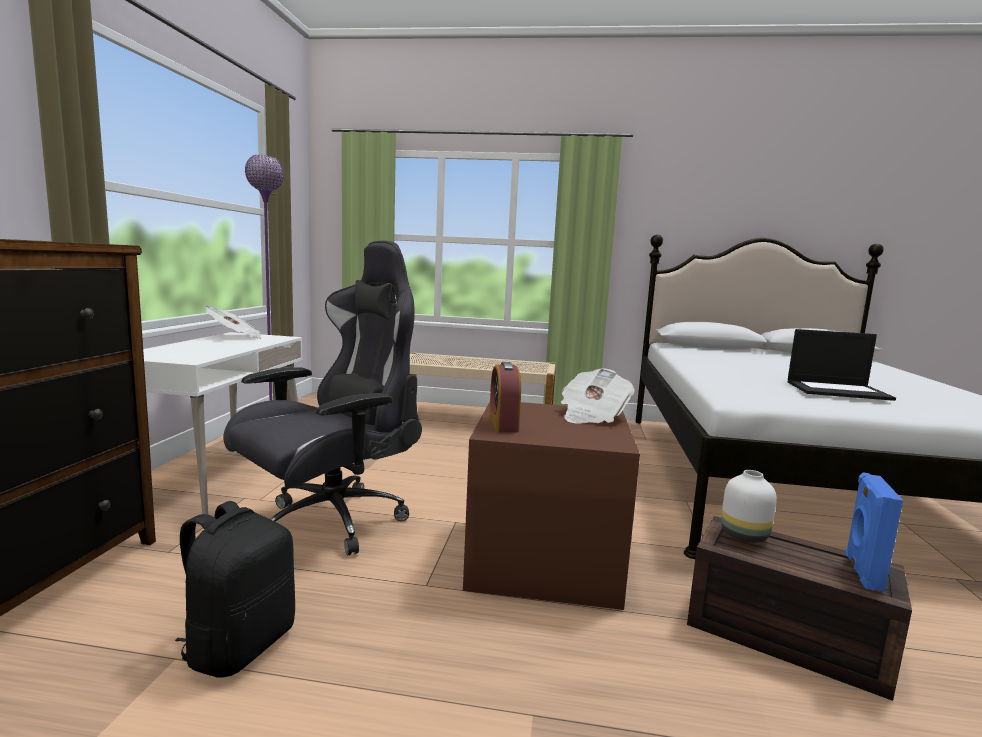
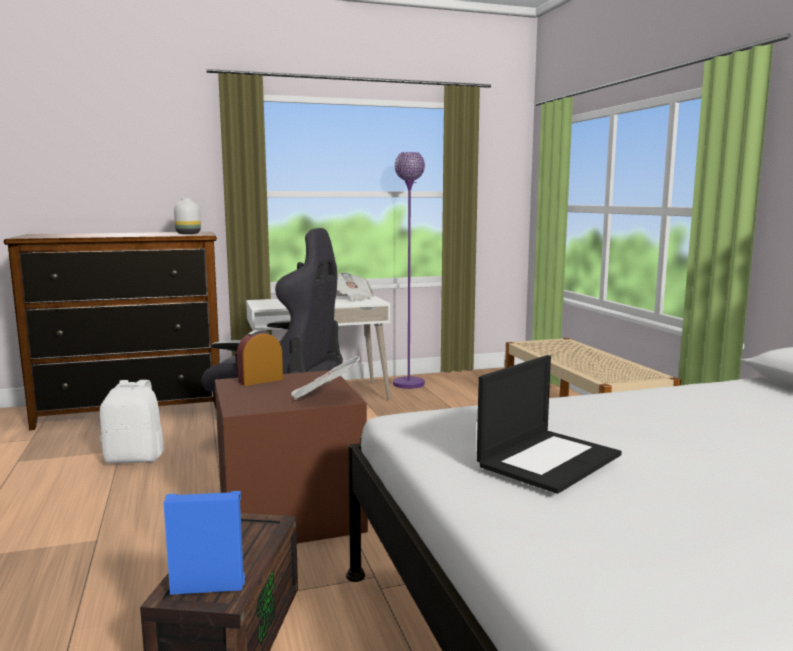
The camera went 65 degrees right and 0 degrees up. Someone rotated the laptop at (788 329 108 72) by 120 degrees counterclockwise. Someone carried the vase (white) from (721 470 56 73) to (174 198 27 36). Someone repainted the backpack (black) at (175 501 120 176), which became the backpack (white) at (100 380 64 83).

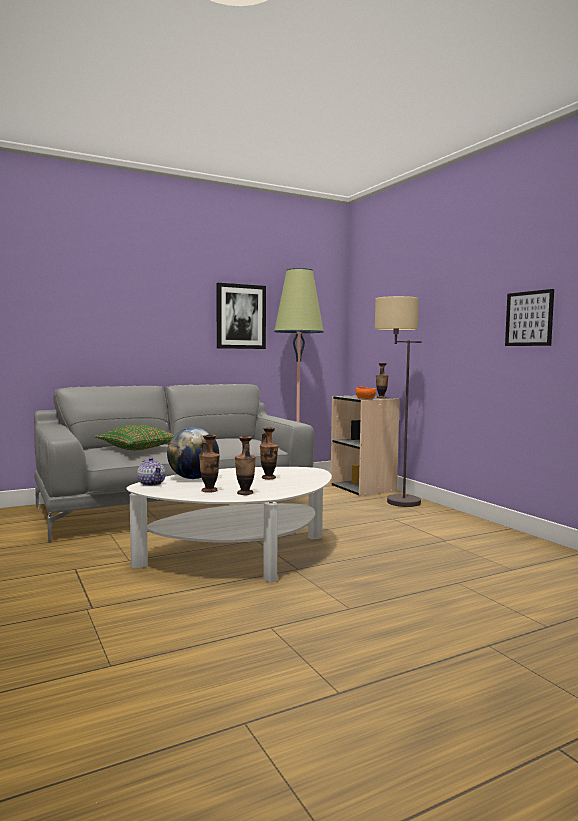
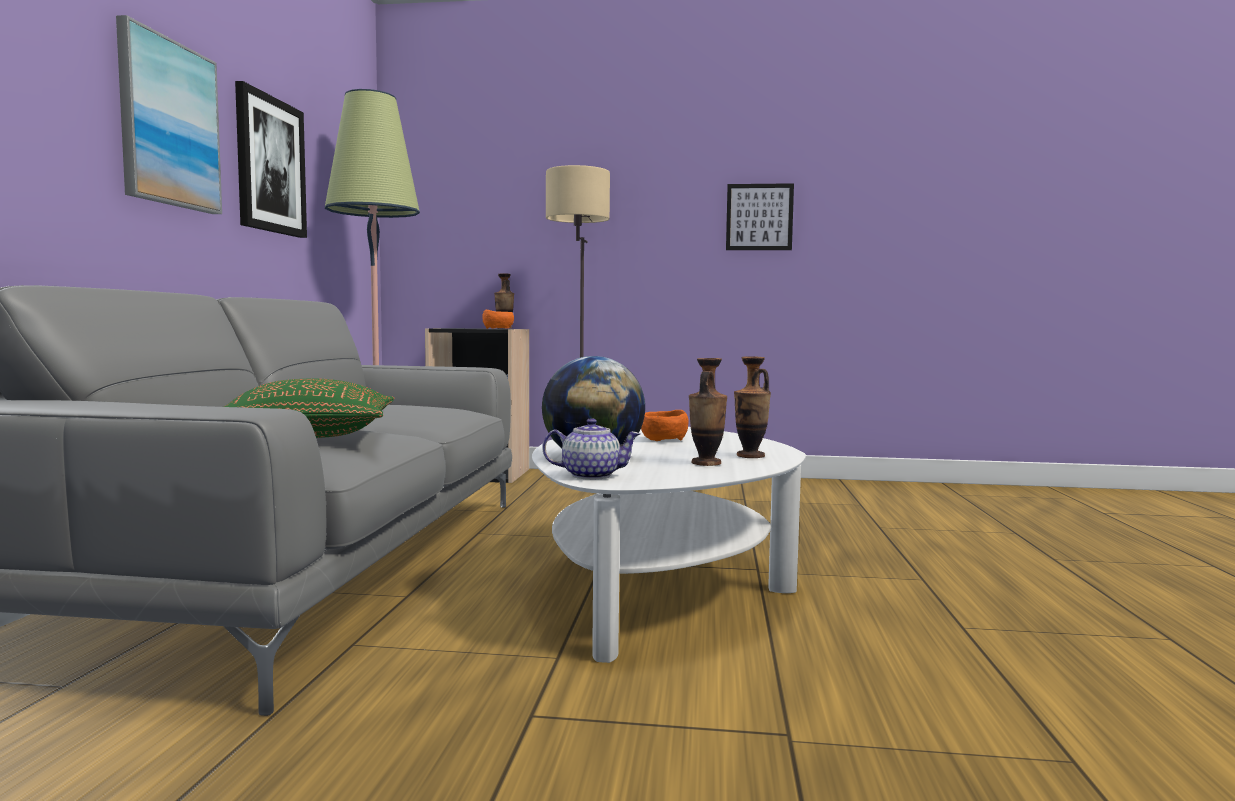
The camera went 55 degrees left and 0 degrees up. Someone swapped the vase at (260 427 18 52) for the bowl (orange) at (641 410 48 31). Someone put up the picture at (116 15 106 199).

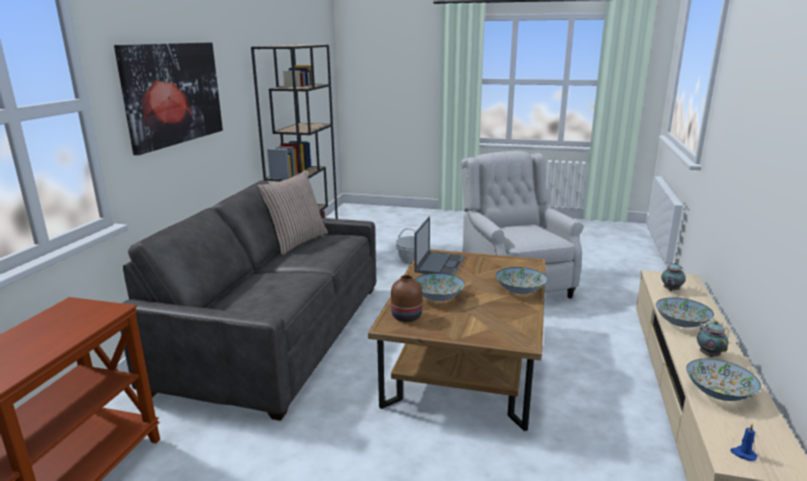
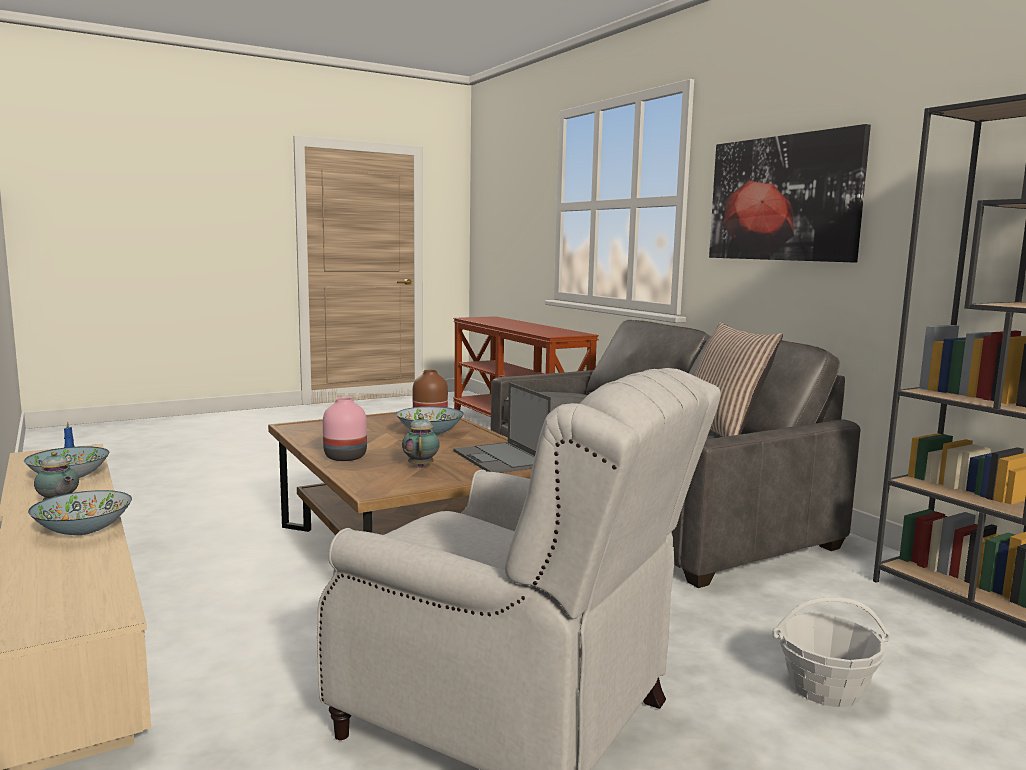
The camera went 135 degrees right and 10 degrees down. Someone carried the teapot from (661 262 25 29) to (402 415 38 53). Someone swapped the bowl at (496 267 51 27) for the vase (pink) at (323 397 44 64).

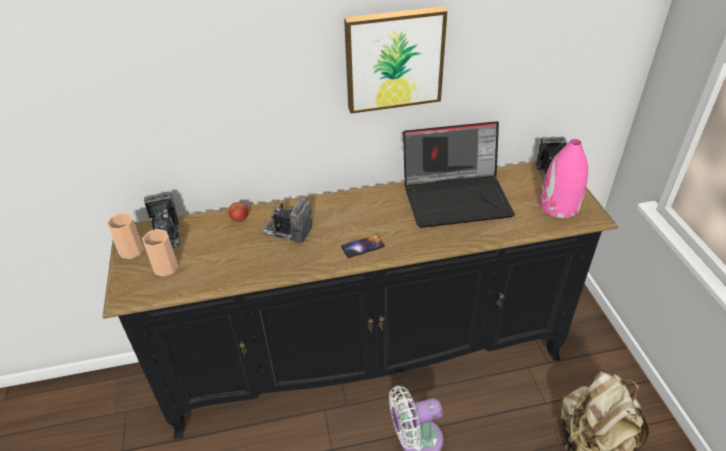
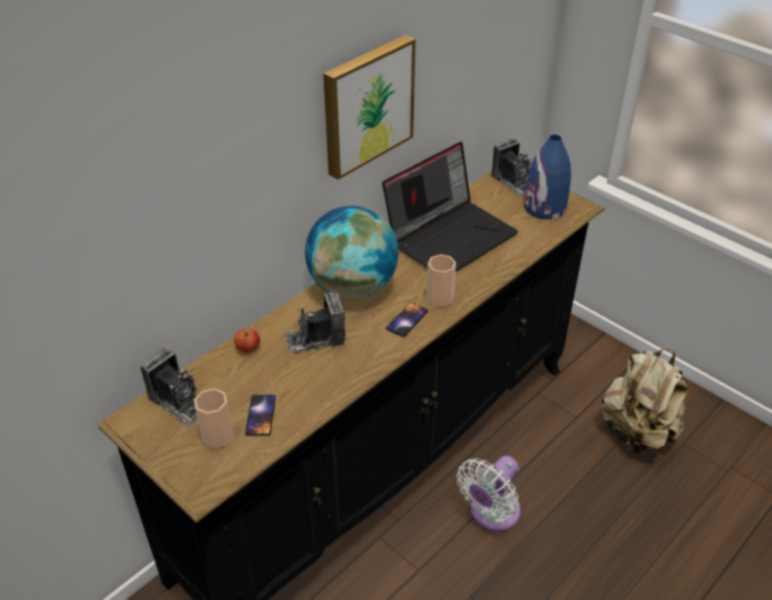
The camera went 35 degrees left and 0 degrees up. Someone repainted the vase (pink) at (539 139 49 79), which became the vase (blue) at (524 135 47 85). Someone carried the cup from (107 213 37 46) to (426 254 30 53). Someone put down the globe at (305 206 94 93). Someone put down the phone at (245 395 31 41).

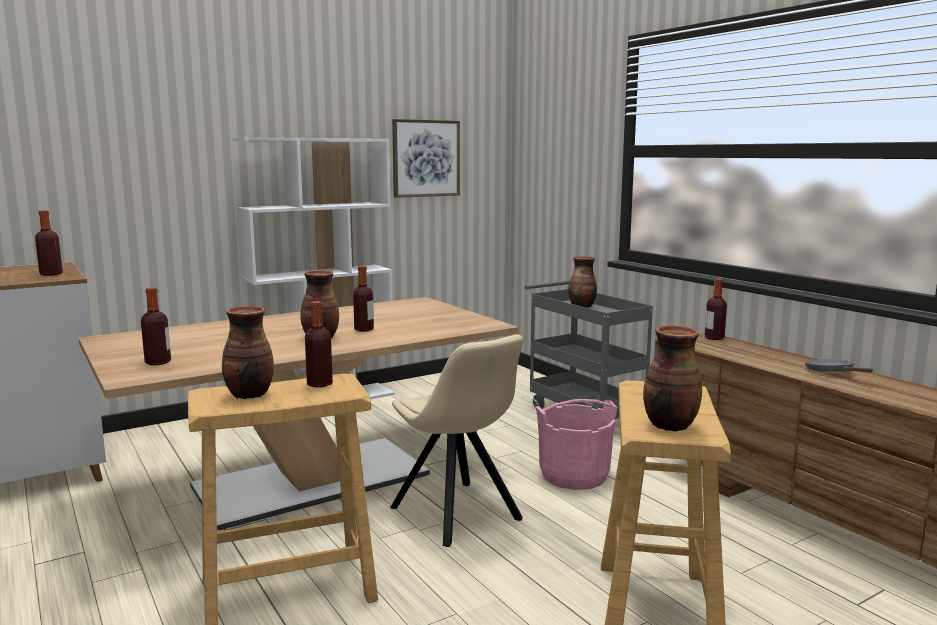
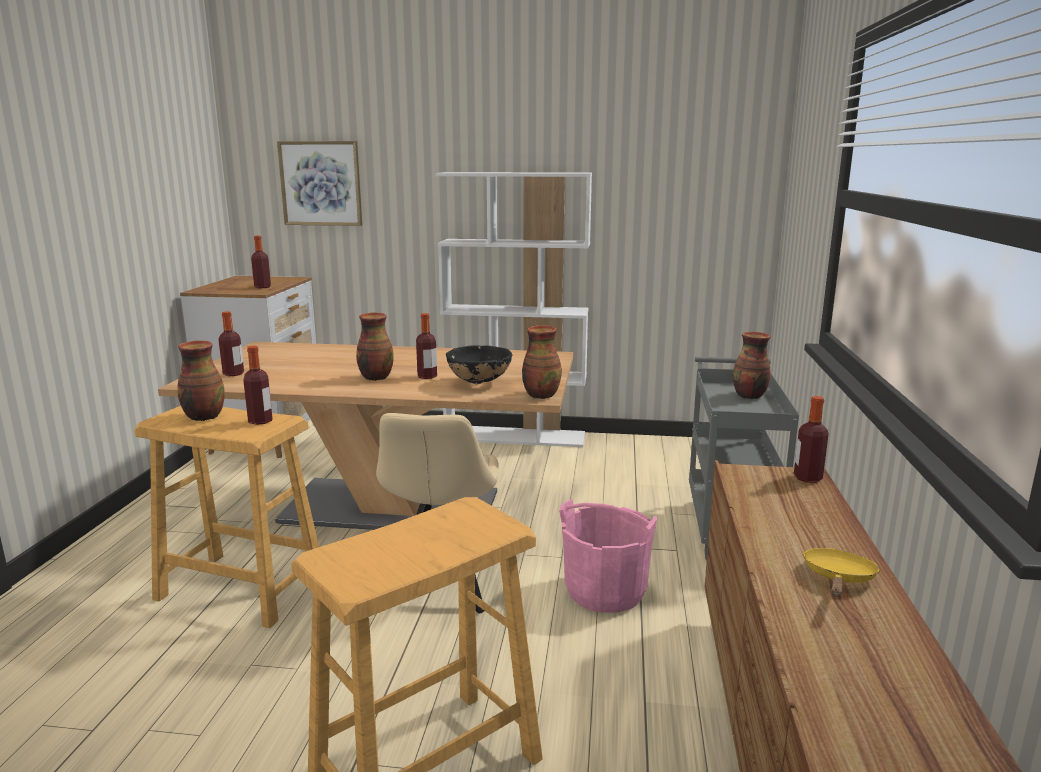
The camera went 40 degrees right and 5 degrees up. Someone carried the picture from (392 119 68 79) to (277 141 85 85). Someone carried the vase from (643 325 59 107) to (522 325 40 74). Someone repainted the frying pan (grey) at (805 360 68 12), which became the frying pan (yellow) at (802 548 79 49). Someone put down the bowl (black) at (446 345 66 39).

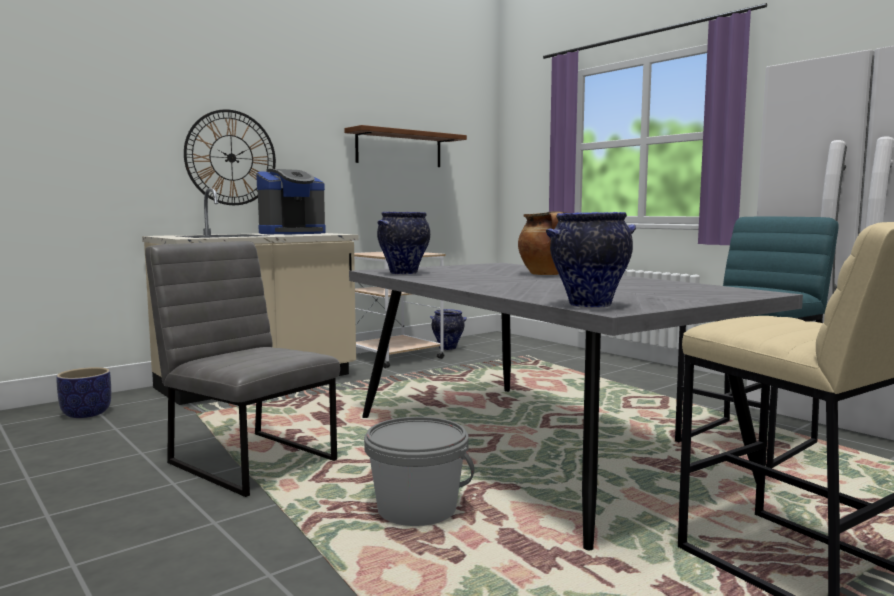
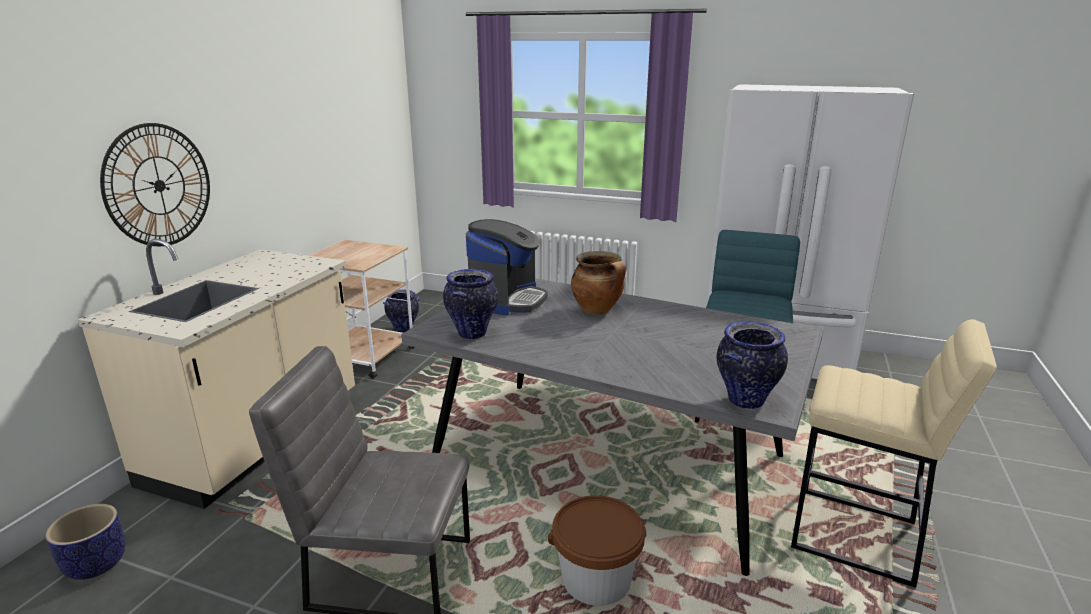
The camera went 30 degrees left and 15 degrees up. Someone took away the shelf (brown) at (344 125 123 42). Someone carried the coffee machine from (256 169 70 66) to (466 219 82 96). Someone repainted the bucket (grey) at (364 417 110 109), which became the bucket (brown) at (548 495 98 111).

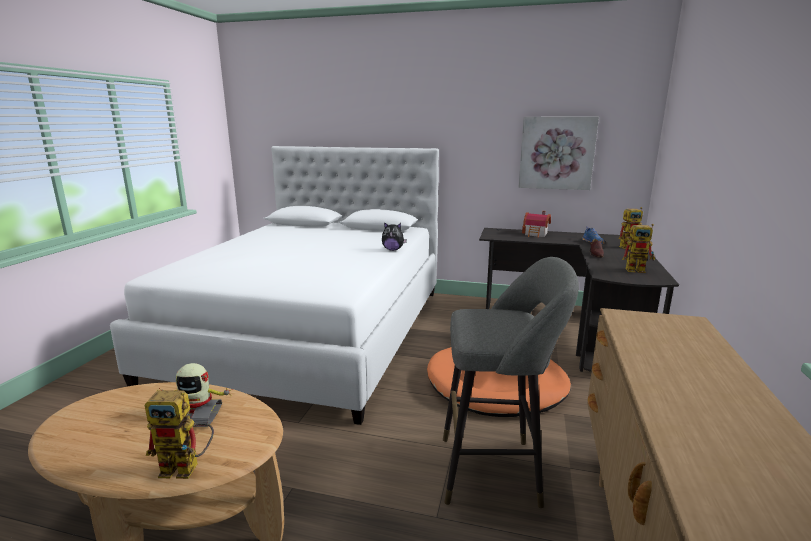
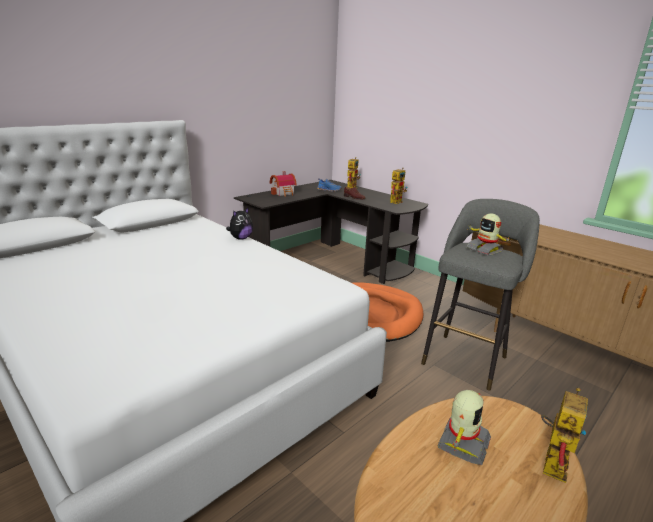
The camera went 60 degrees left and 5 degrees up. Someone took away the picture at (518 117 81 73). Someone put down the toy robot at (467 213 45 43).

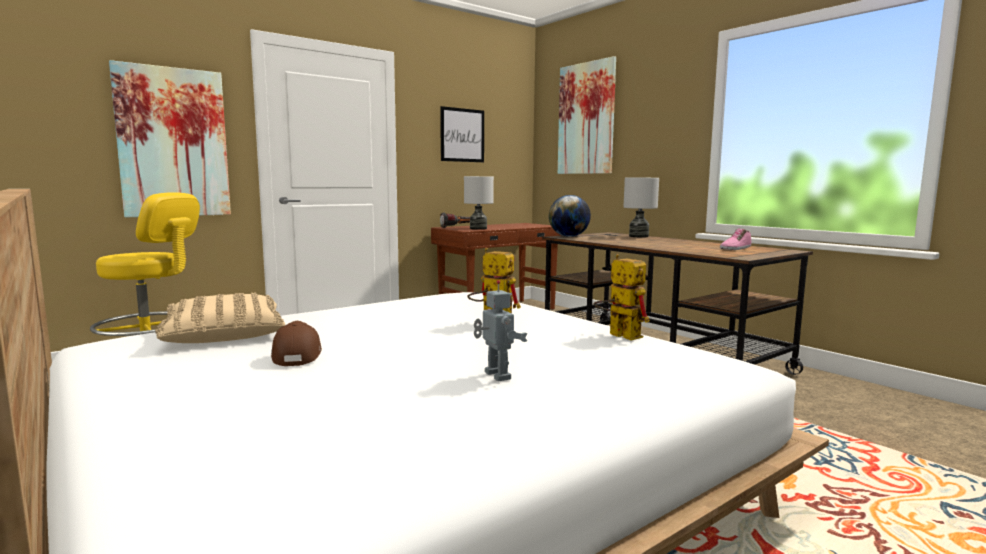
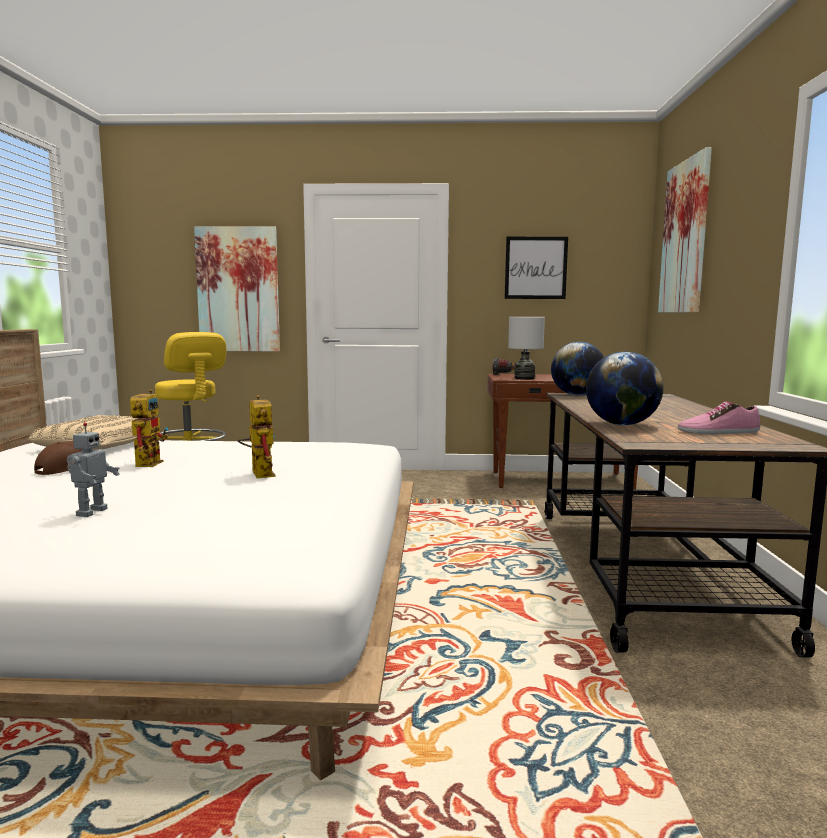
The camera went 40 degrees right and 0 degrees up. Someone took away the table lamp (grey) at (623 178 36 59). Someone carried the toy robot from (594 254 56 87) to (130 389 38 78). Someone put down the globe at (586 351 77 74).

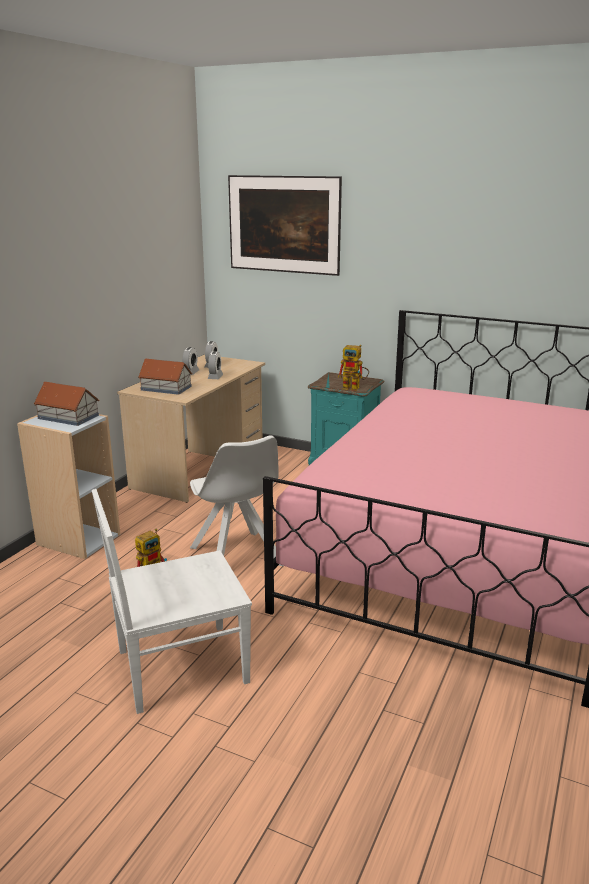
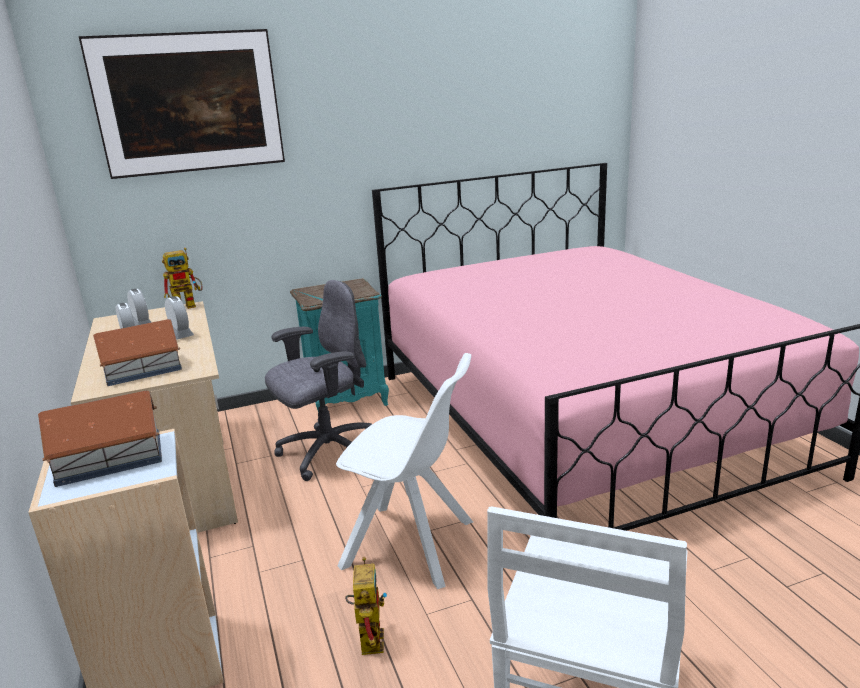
The camera went 45 degrees left and 0 degrees up. Someone carried the toy robot from (338 345 31 46) to (162 248 41 61). Someone put down the office chair (grey) at (265 280 107 201).

